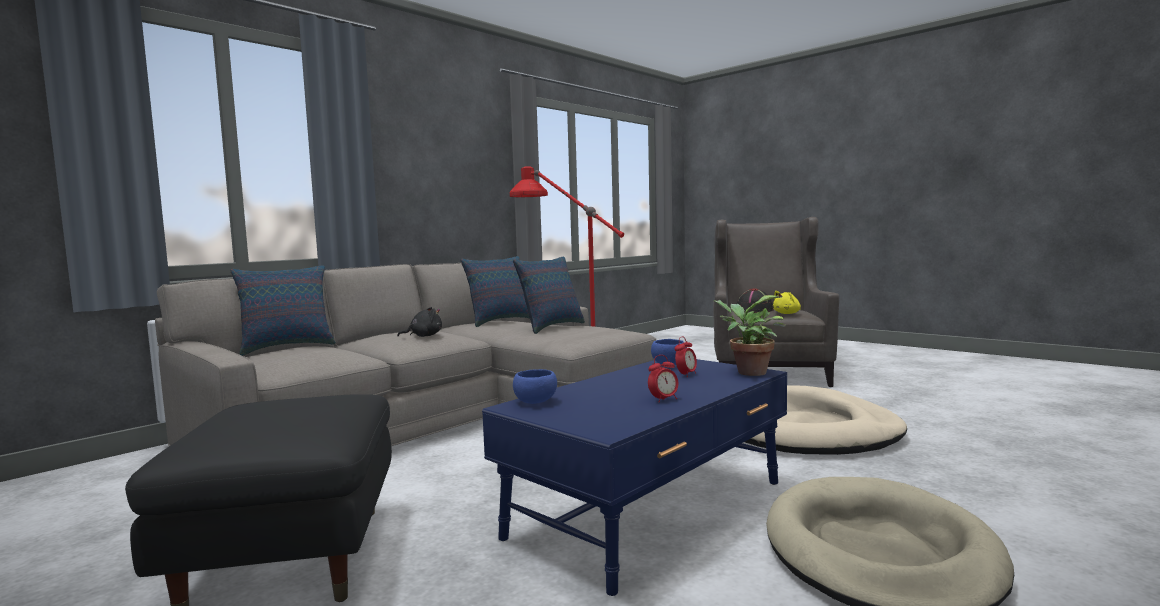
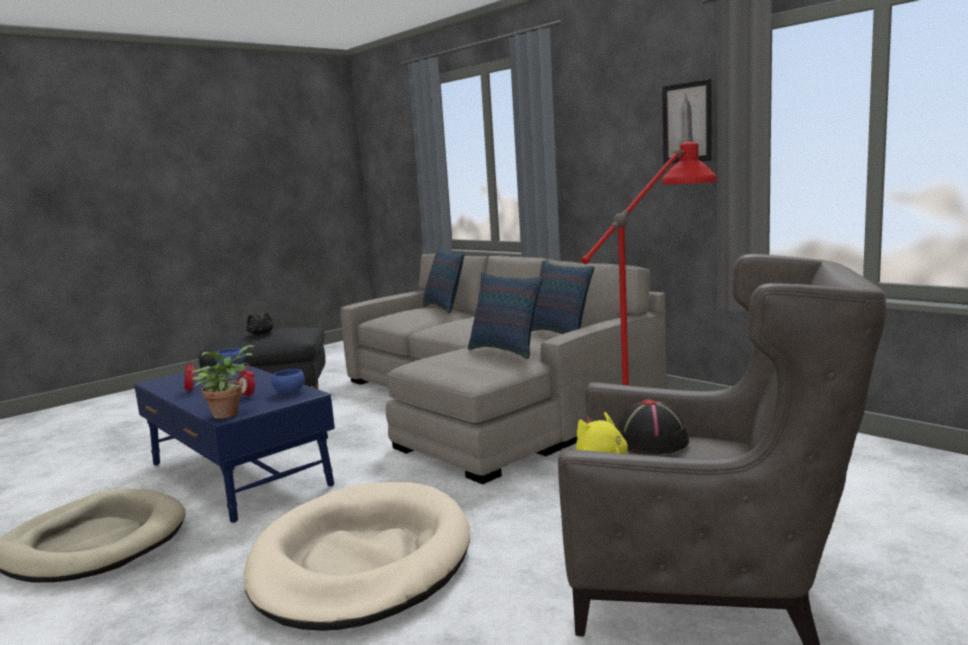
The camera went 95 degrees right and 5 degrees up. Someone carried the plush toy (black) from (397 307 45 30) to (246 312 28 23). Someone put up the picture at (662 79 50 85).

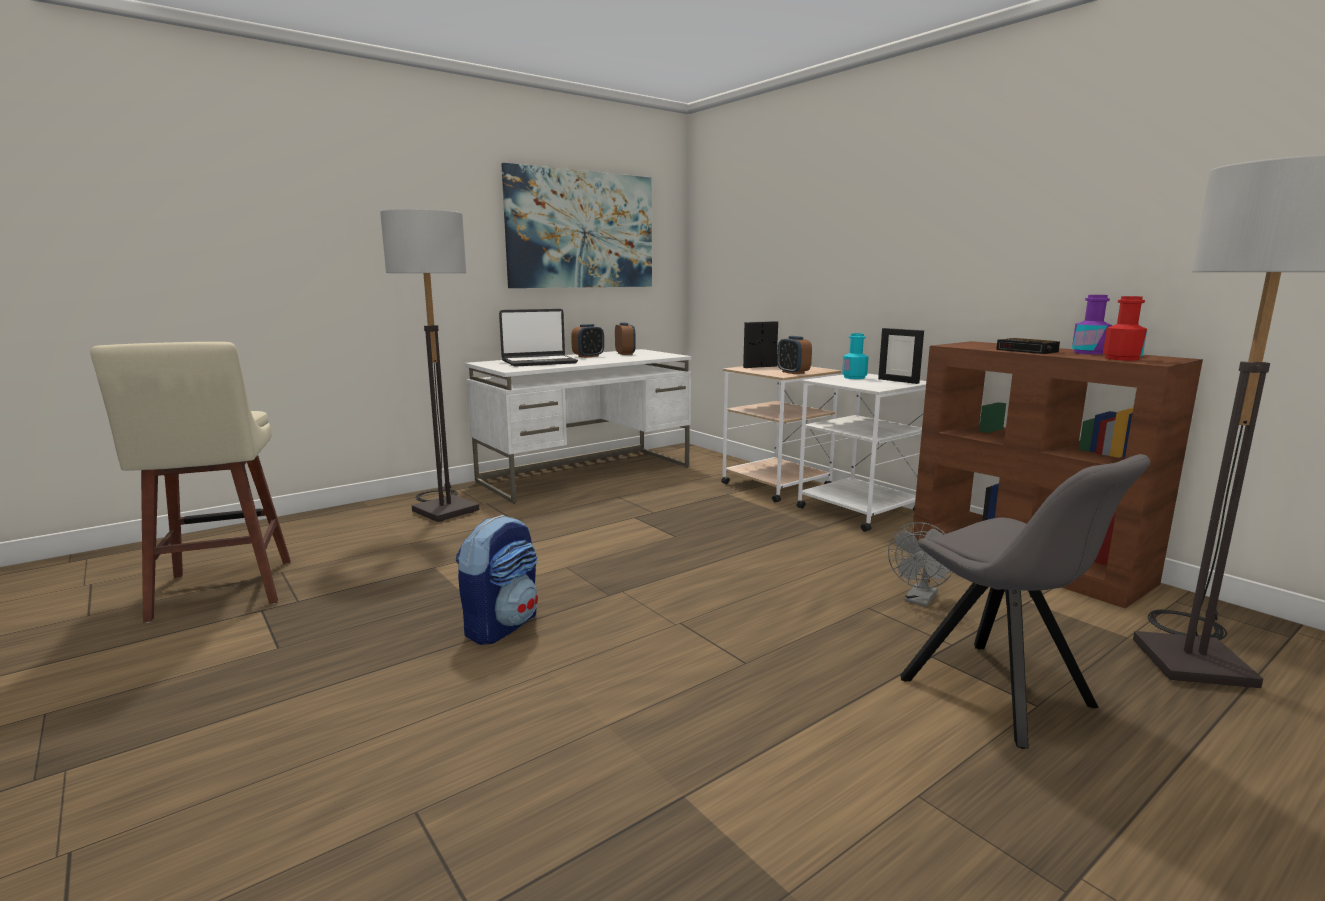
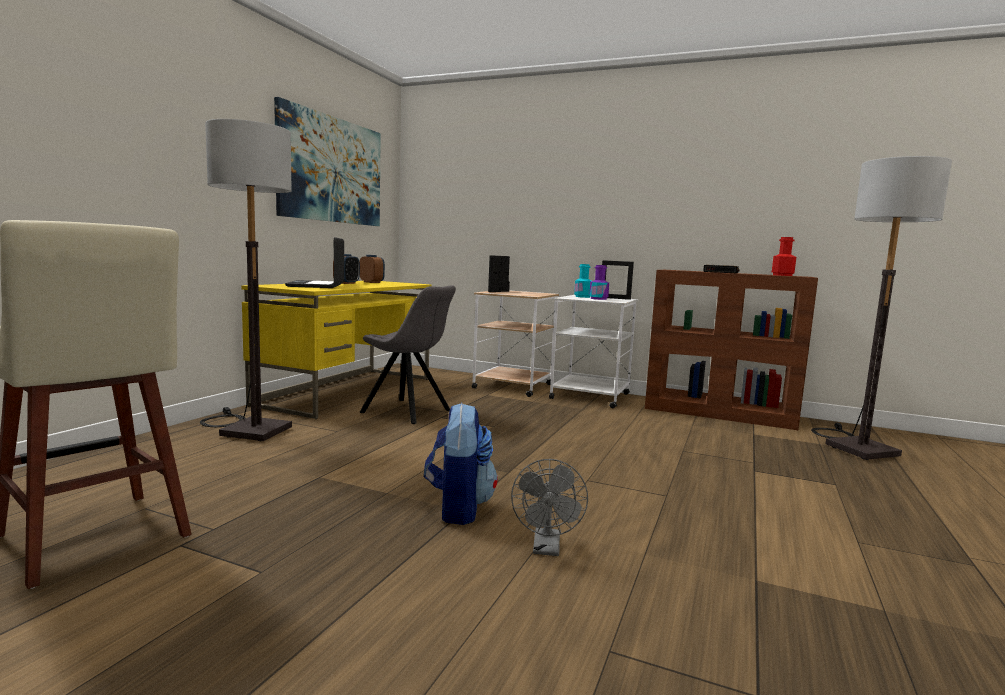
The camera went 30 degrees left and 5 degrees down. Someone carried the bottle (purple) from (1072 295 40 60) to (589 265 20 35). Someone rotated the laptop at (499 309 79 58) by 135 degrees clockwise. Someone took away the alarm clock at (777 336 35 38). Someone repainted the desk (white) at (465 349 226 155), which became the desk (yellow) at (241 281 190 138). Someone carried the chair (grey) from (900 454 250 295) to (360 285 96 139). Someone carried the fan (grey) from (888 522 65 85) to (511 459 77 97).

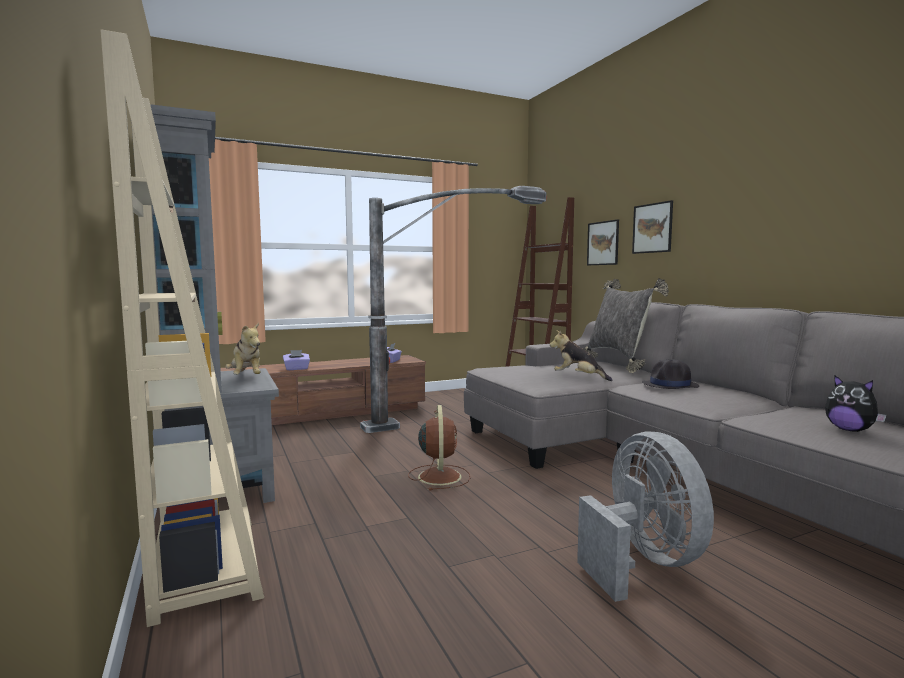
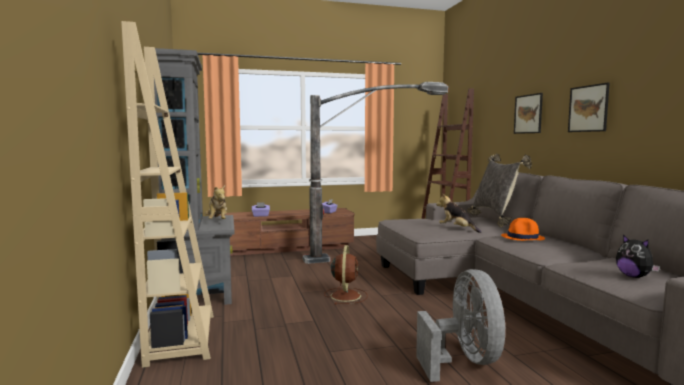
The camera went 10 degrees right and 0 degrees up. Someone carried the picture from (587 219 32 46) to (568 83 42 49). Someone repainted the hat (black) at (642 359 57 30), which became the hat (orange) at (501 218 44 23).

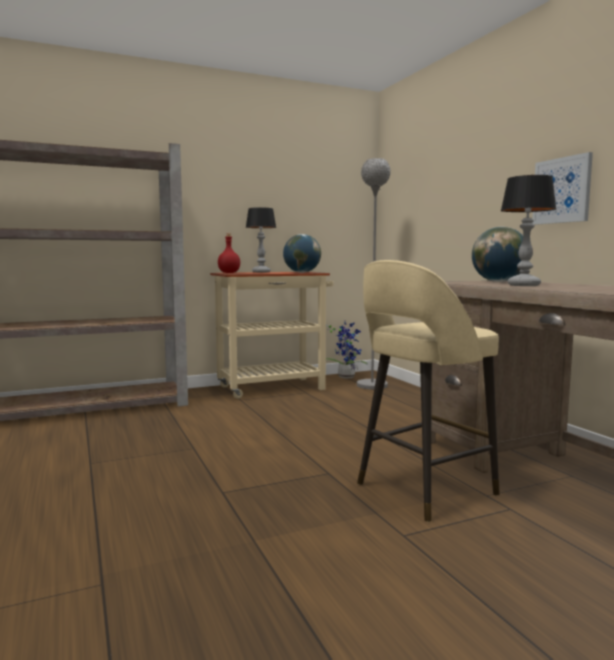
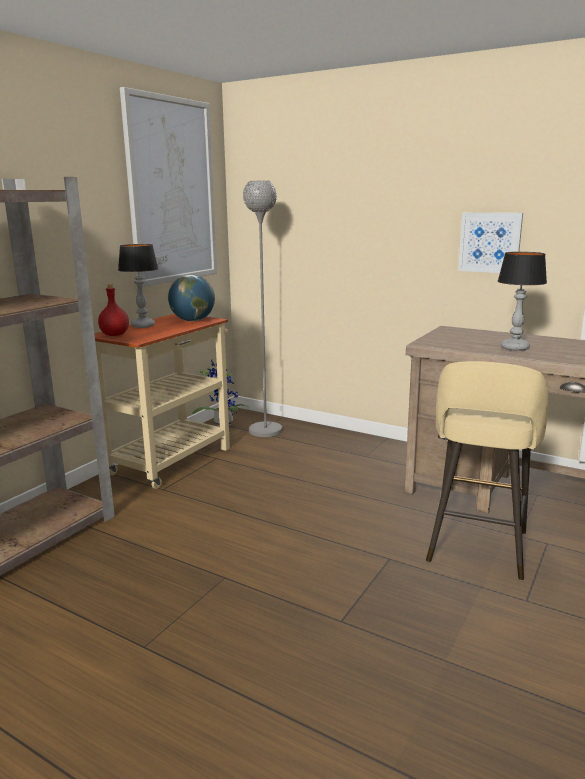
The camera went 35 degrees left and 10 degrees up. Someone took away the globe at (472 227 51 55). Someone put up the picture at (120 87 97 200).

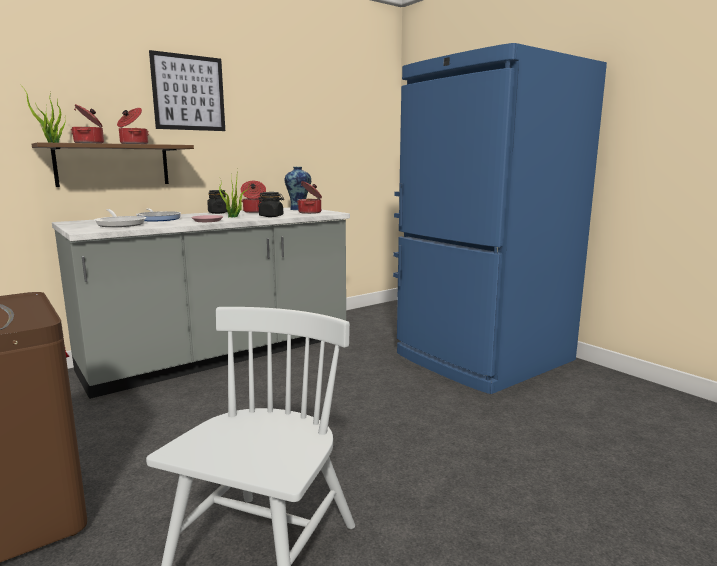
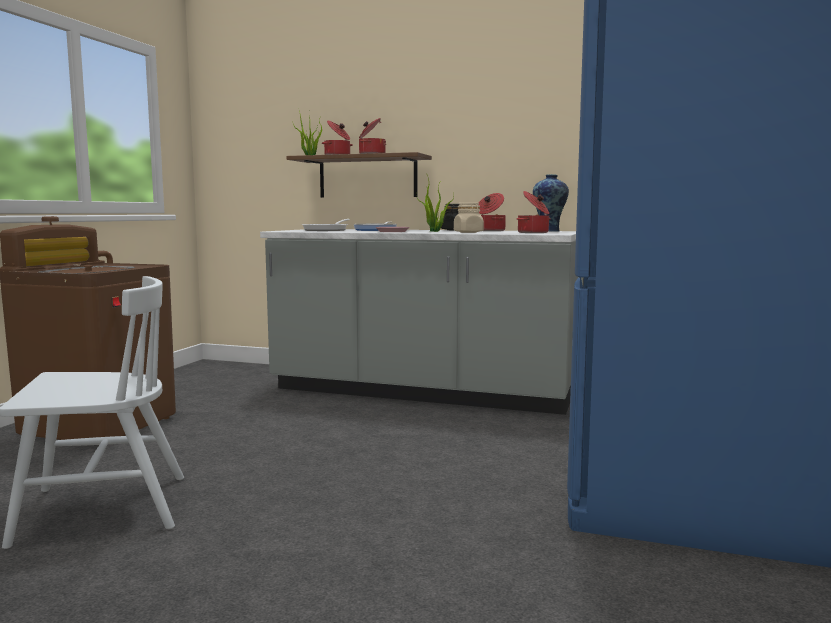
The camera went 55 degrees right and 5 degrees down. Someone took away the picture at (149 50 76 81). Someone repainted the jar (black) at (258 192 26 25), which became the jar (beige) at (454 203 30 30).

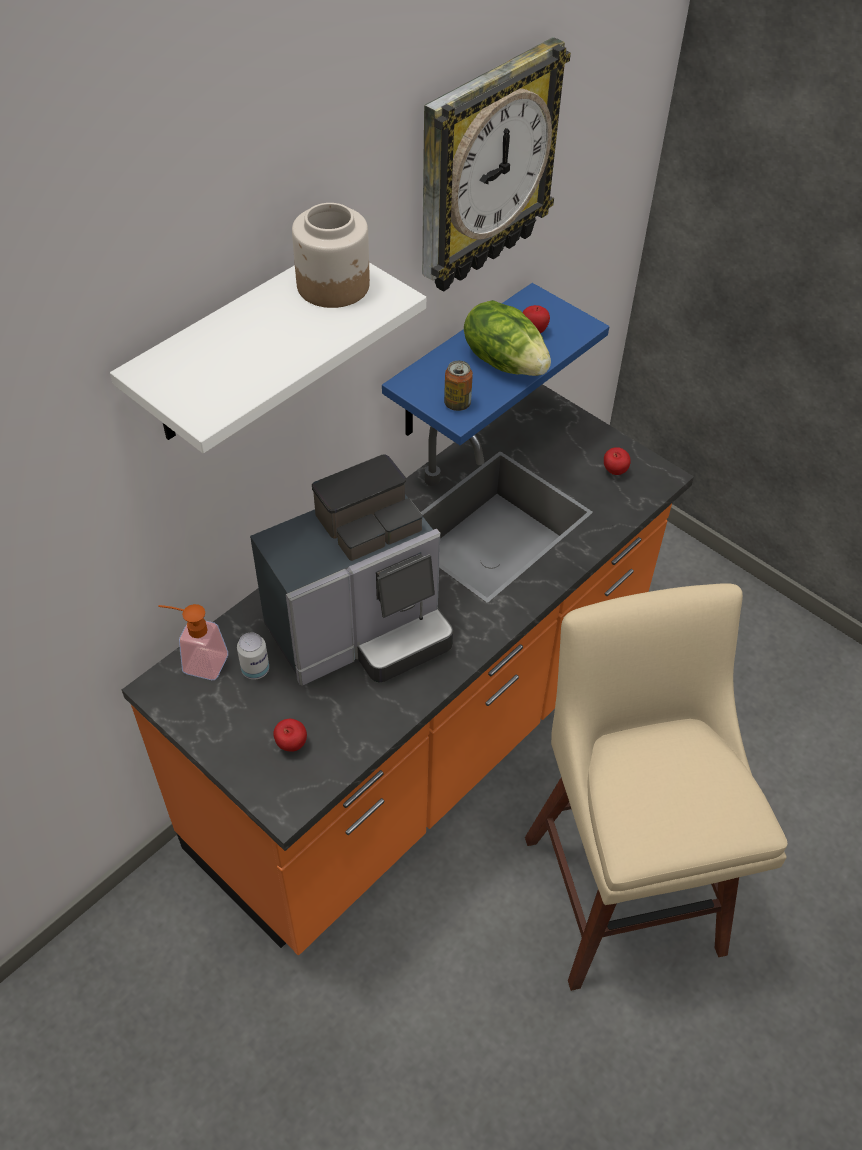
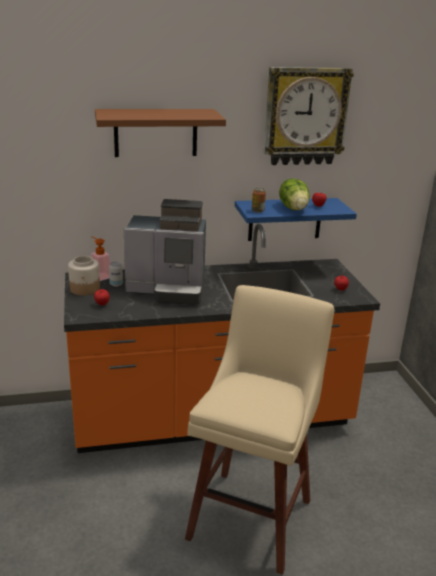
The camera went 35 degrees right and 25 degrees down. Someone carried the jar from (292 203 78 105) to (68 256 32 40). Someone repainted the shelf (white) at (110 262 316 191), which became the shelf (brown) at (95 109 131 48).

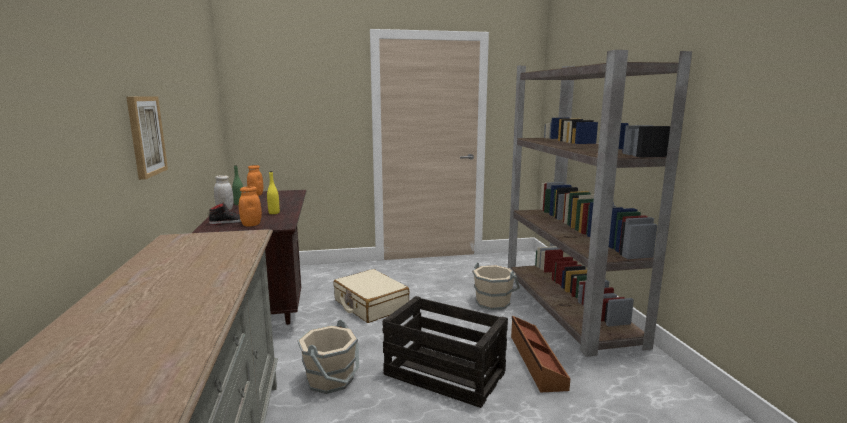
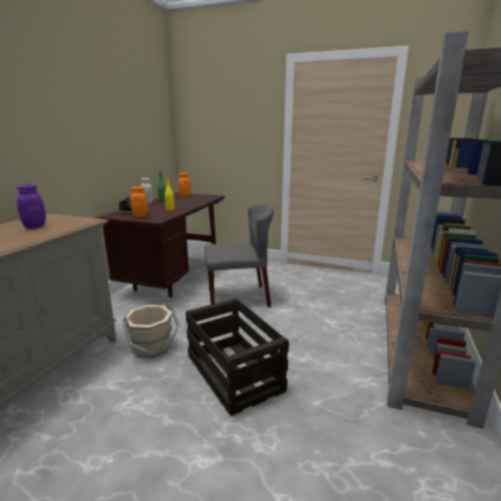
The camera went 30 degrees right and 5 degrees up. Someone took away the picture at (126 96 42 84). Someone took away the bucket (beige) at (472 263 48 47). Someone swapped the suitcase (beige) at (333 269 77 54) for the chair (grey) at (205 204 69 103). Someone took away the storage box (brown) at (511 315 59 78). Someone put down the jar (purple) at (17 184 29 44).

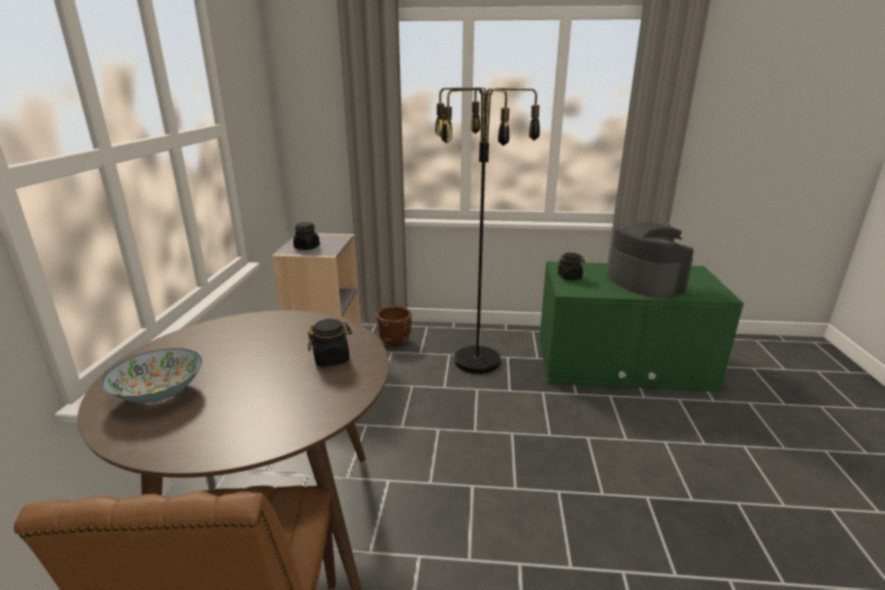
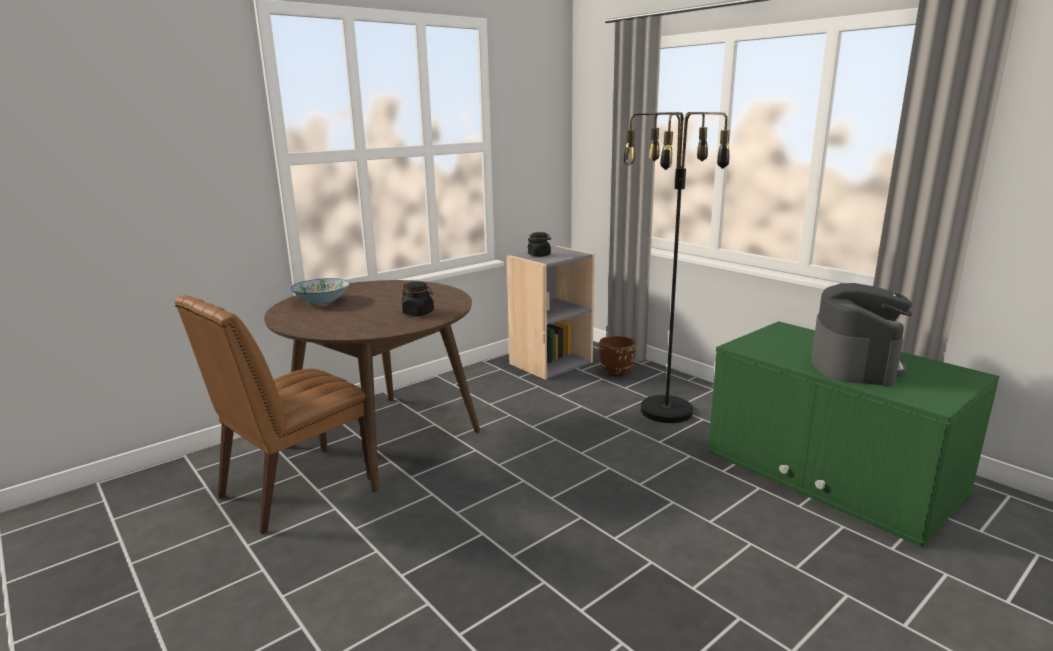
The camera went 45 degrees right and 5 degrees down. Someone took away the jar (black) at (558 253 27 27).

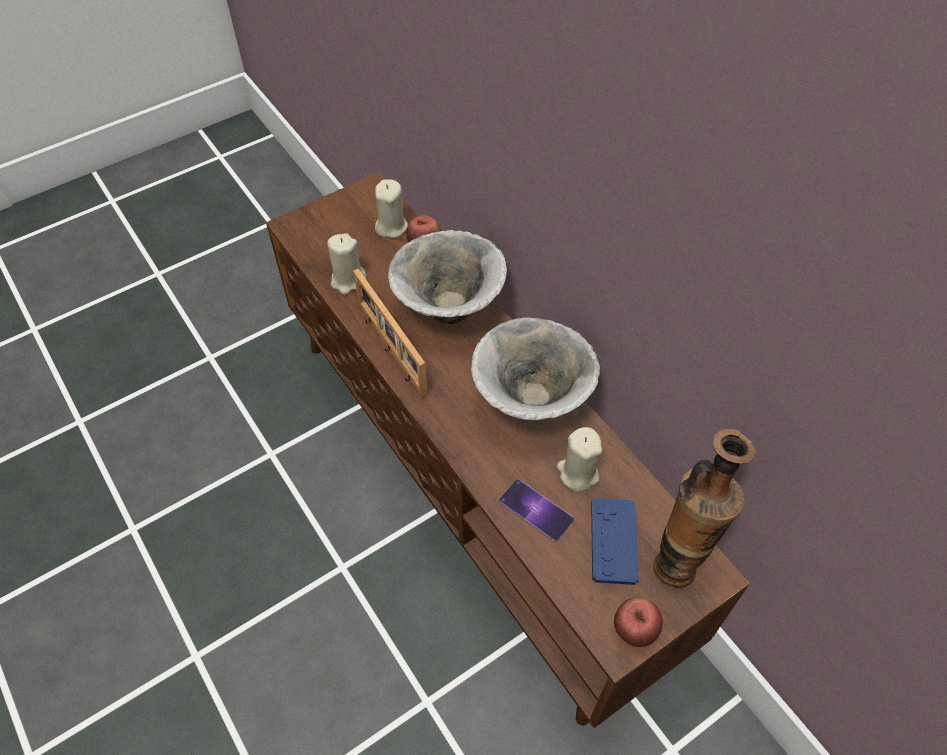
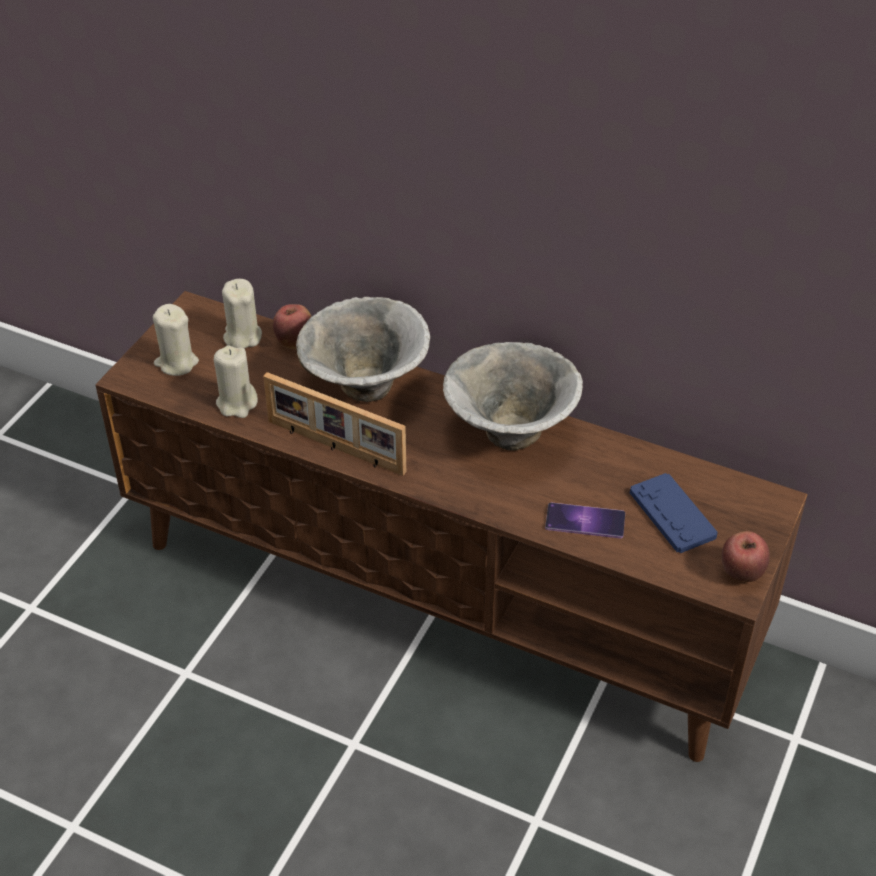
The camera went 30 degrees left and 10 degrees down. Someone carried the candle (beige) from (557 427 45 65) to (153 304 46 72). Someone took away the vase at (653 429 103 159).

